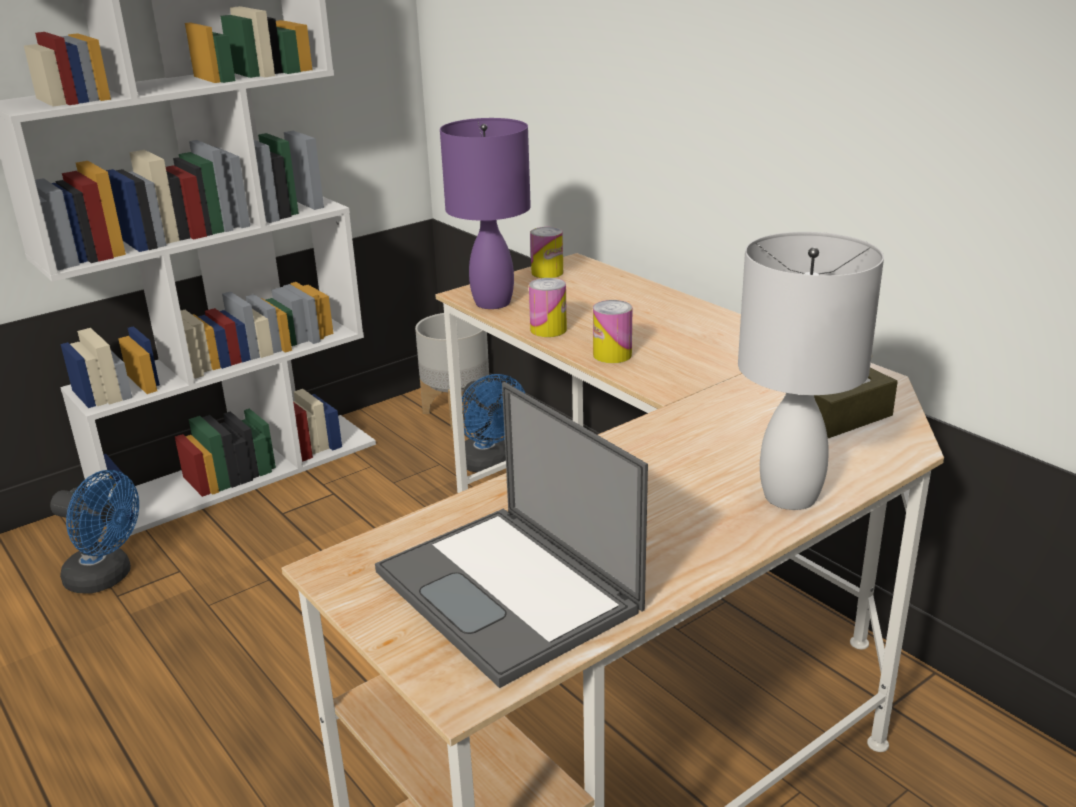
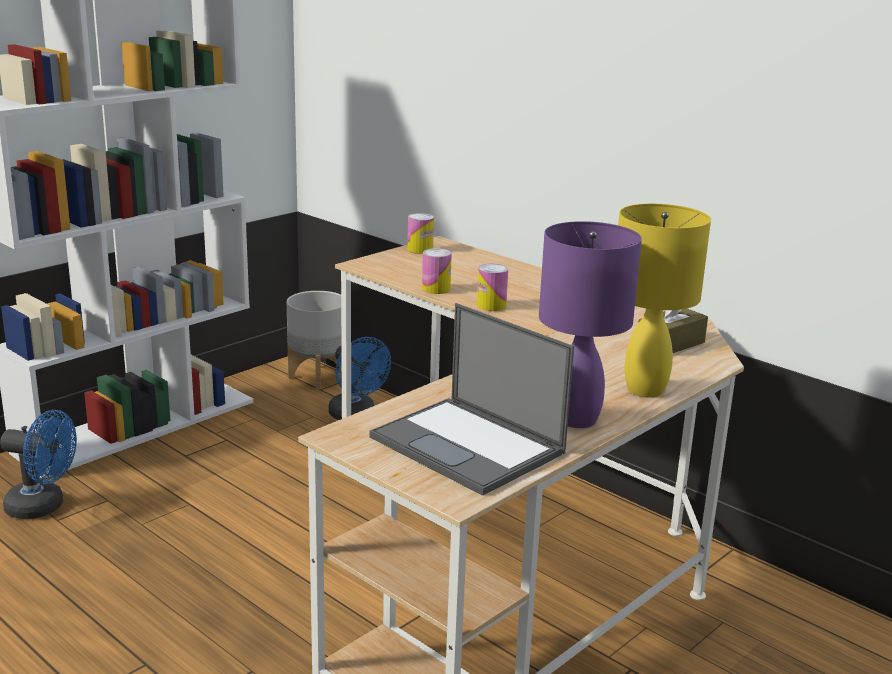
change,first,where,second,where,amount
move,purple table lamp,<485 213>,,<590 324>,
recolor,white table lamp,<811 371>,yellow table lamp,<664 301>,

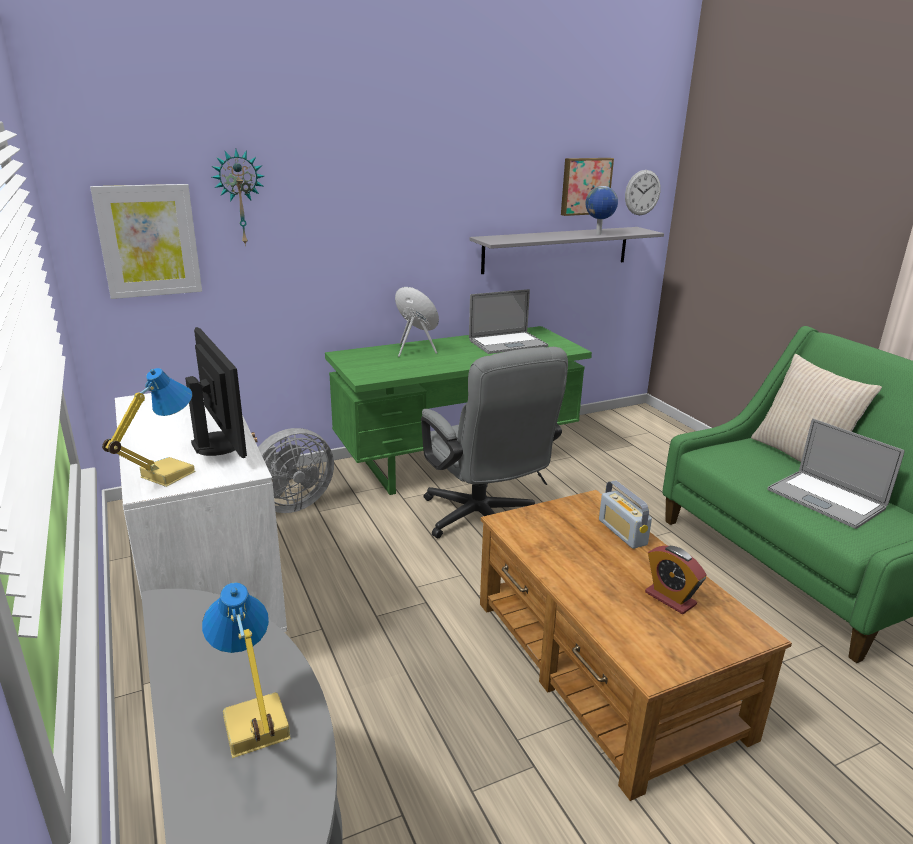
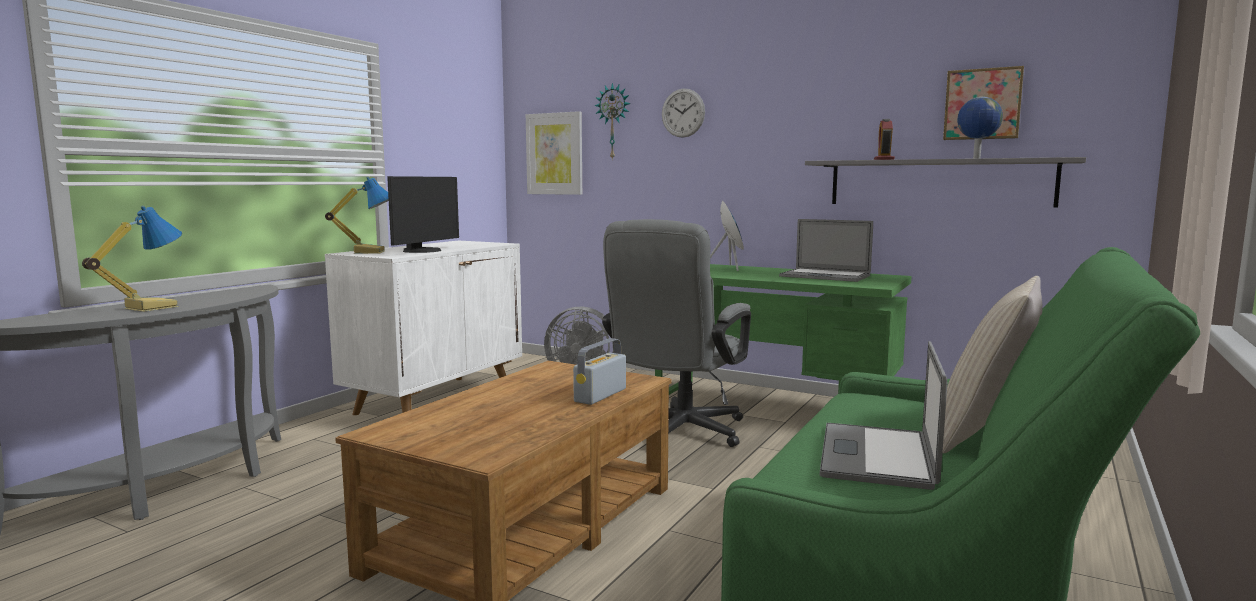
change,first,where,second,where,amount
move,wall clock,<643 192>,,<683 113>,
move,alarm clock,<676 580>,,<884 139>,

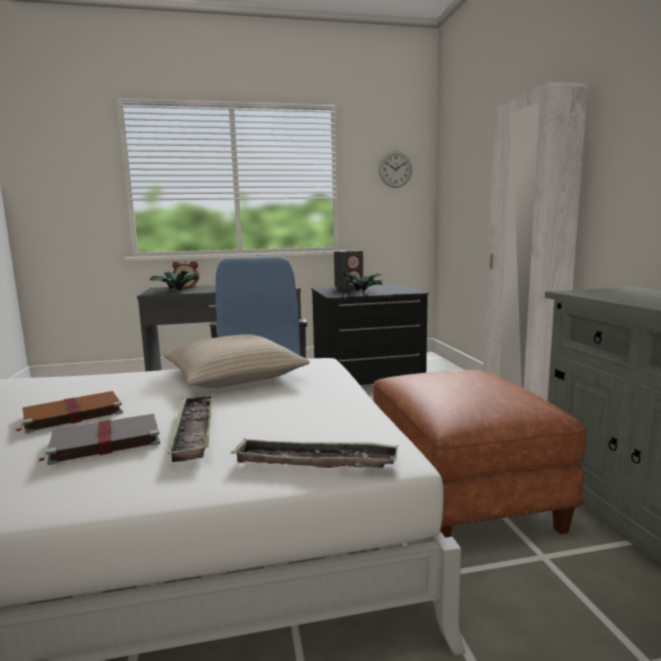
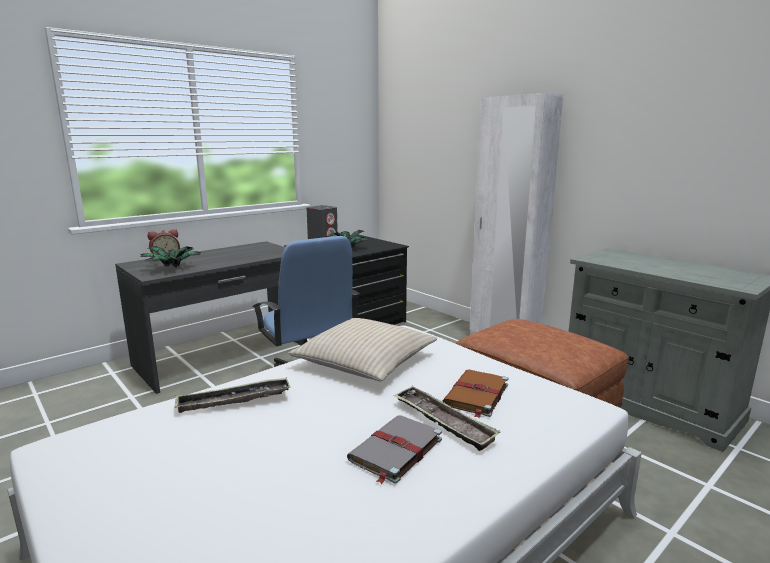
change,first,where,second,where,amount
delete,wall clock,<395 169>,,,
move,brown book,<69 412>,,<475 394>,
move,tray,<314 453>,,<232 395>,

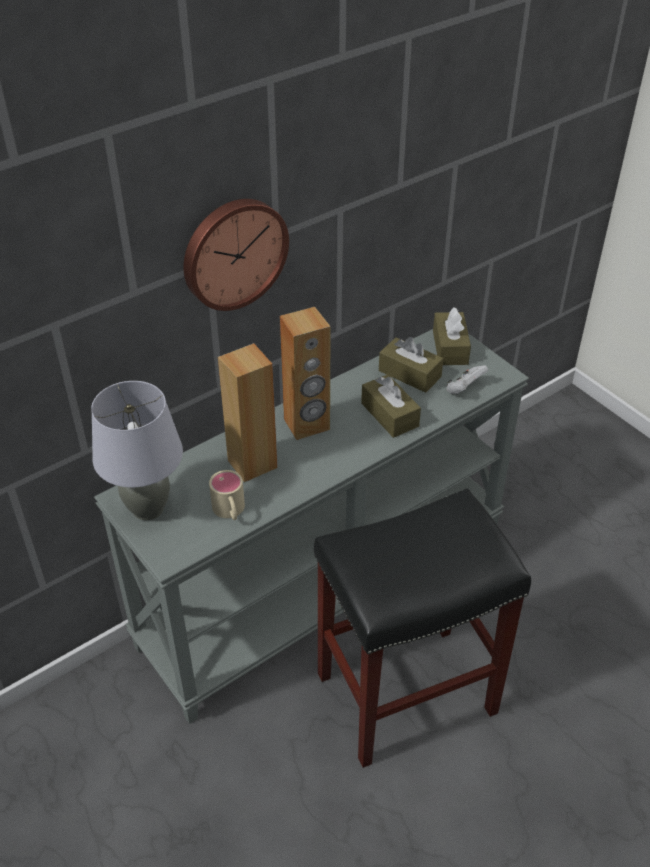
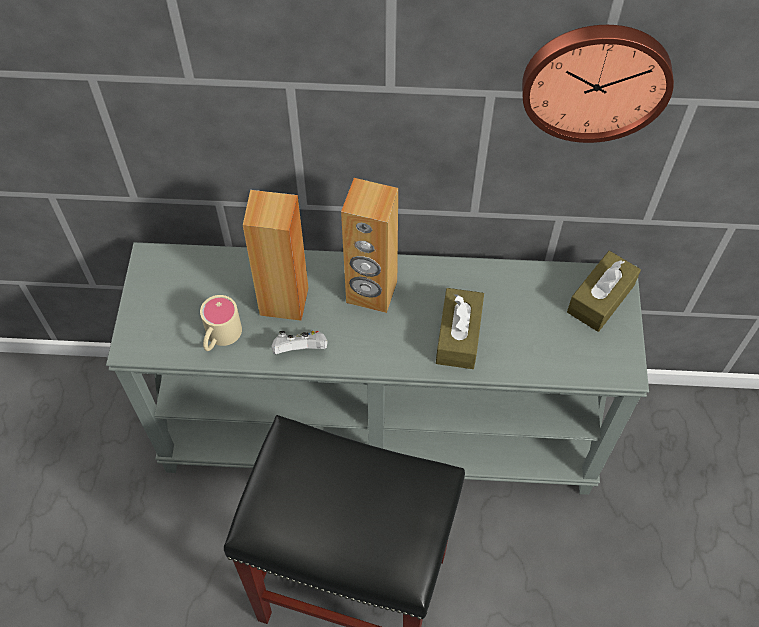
change,first,where,second,where,amount
move,wall clock,<236 255>,,<598 84>,
delete,brown tissue box,<411 365>,,,
move,white game controller,<467 379>,,<299 342>,
delete,grey table lamp,<137 450>,,,

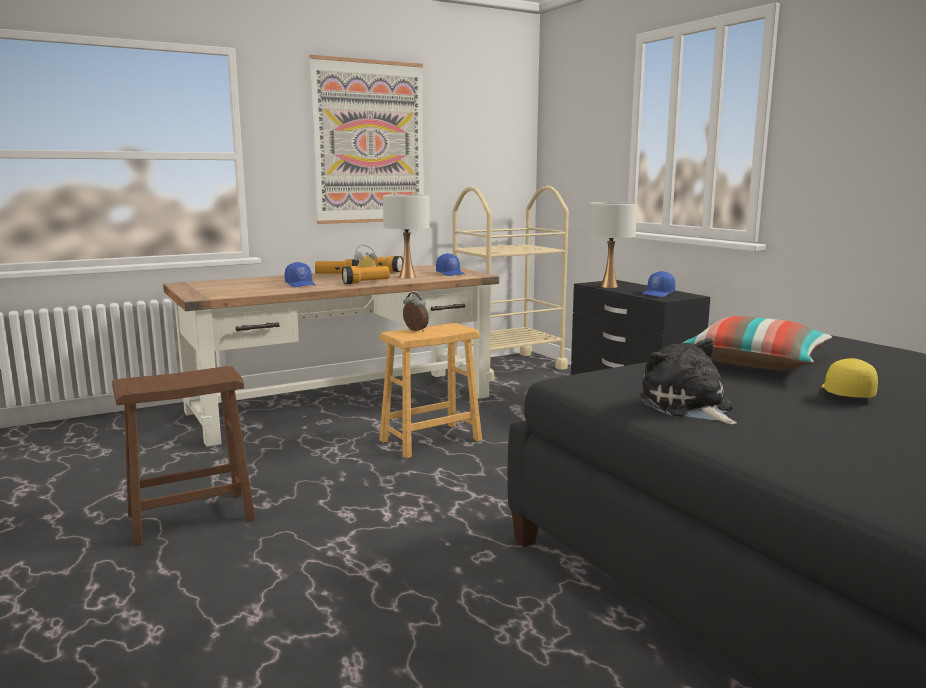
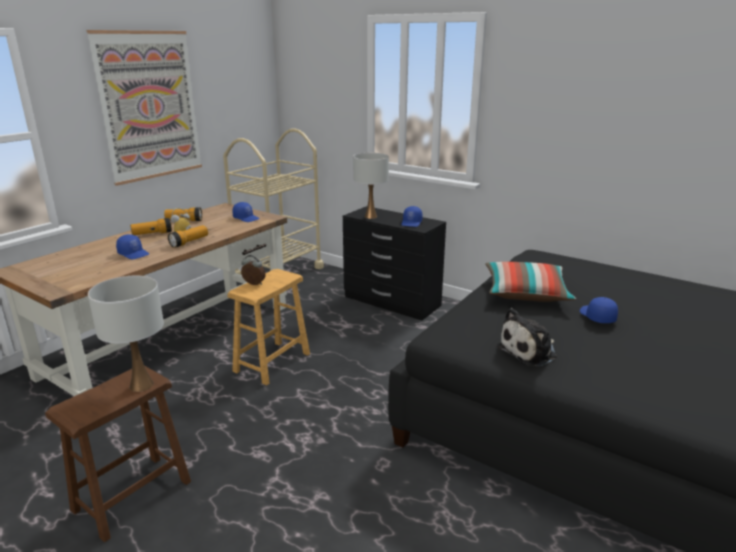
change,first,where,second,where,amount
move,white table lamp,<406 236>,,<126 334>,
rotate,plush toy,<688 381>,,<526 337>,75 degrees counterclockwise
recolor,yellow cap,<850 378>,blue cap,<599 310>,

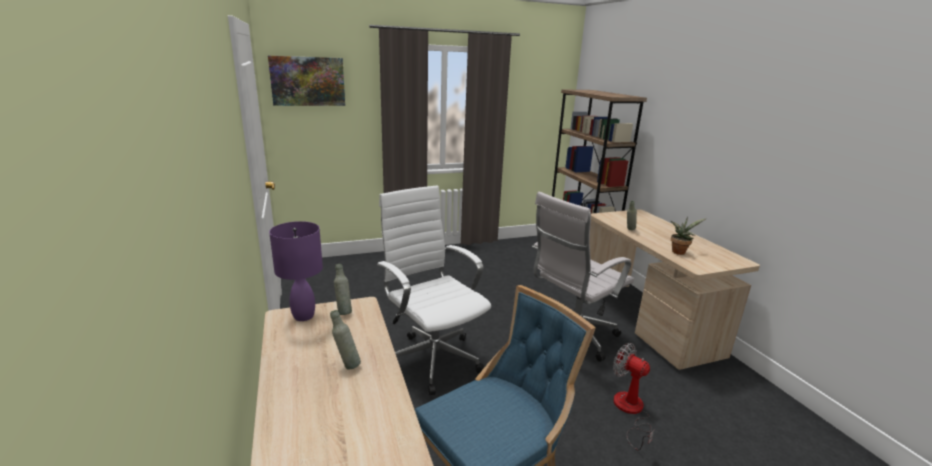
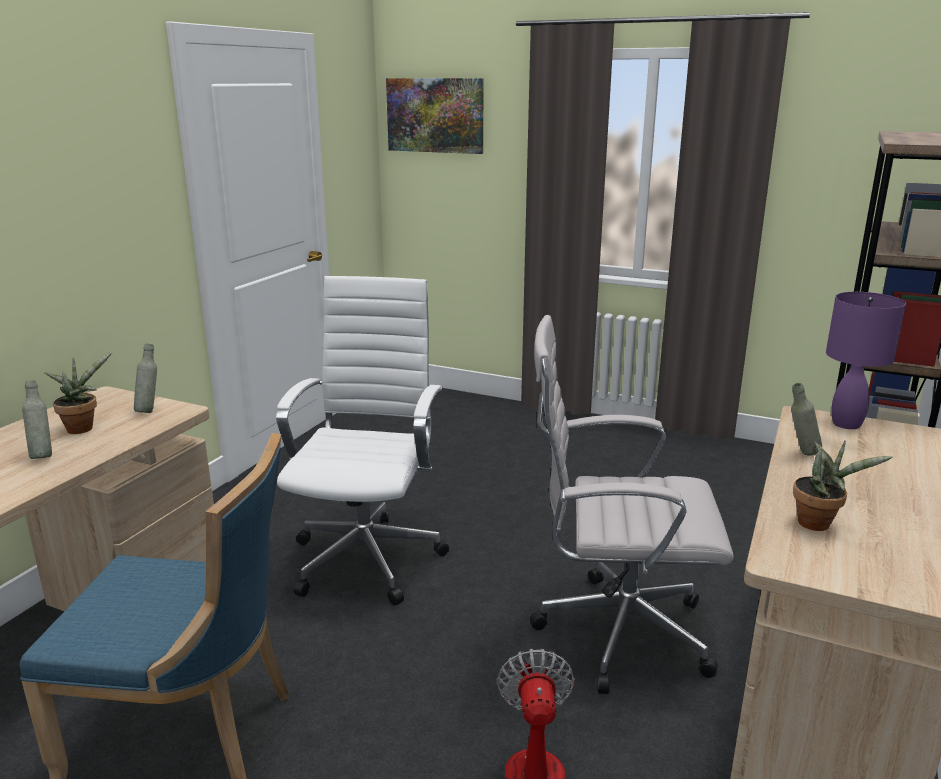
change,first,where,second,where,amount
move,purple table lamp,<296 271>,,<866 360>,
insert,,,potted plant,<78 393>,

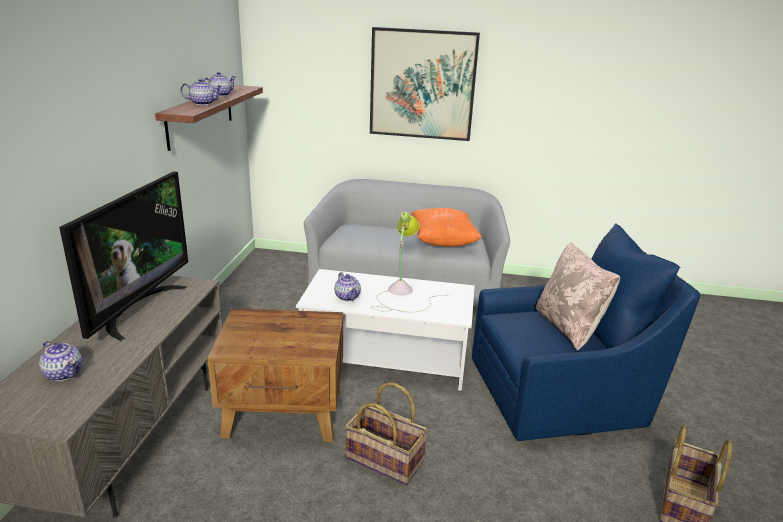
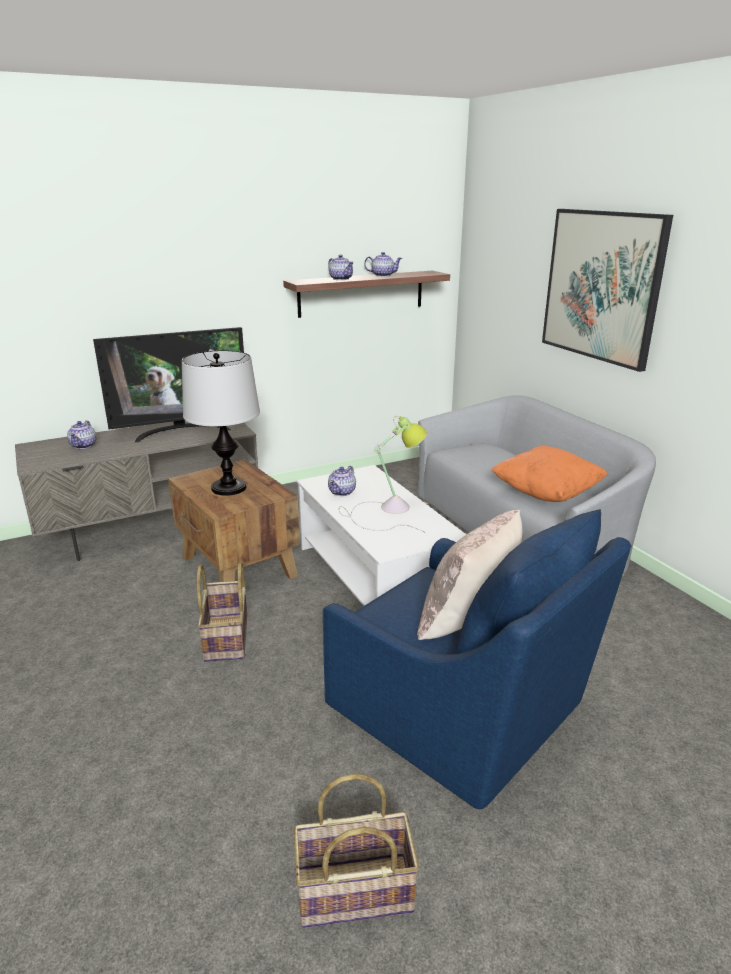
change,first,where,second,where,amount
insert,,,table lamp,<221 423>,

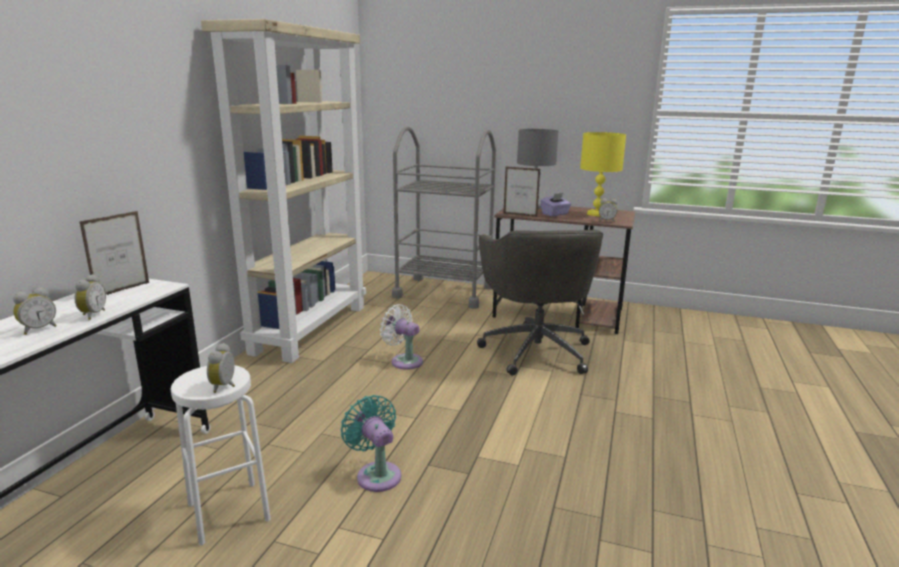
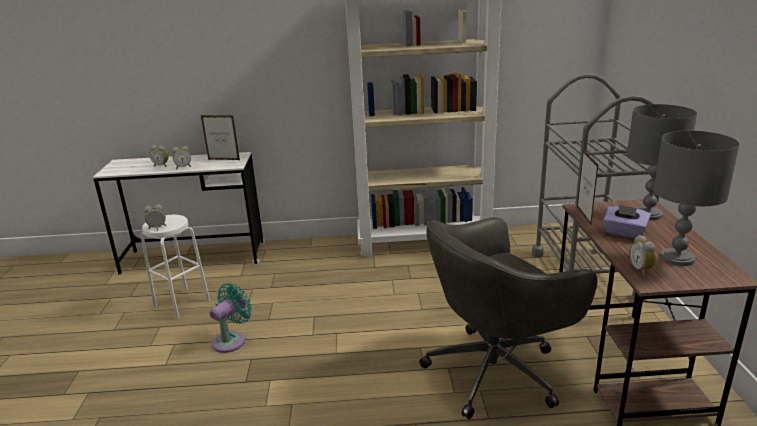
change,first,where,second,where,amount
recolor,yellow table lamp,<603 174>,grey table lamp,<696 198>,
delete,white fan,<401 337>,,,

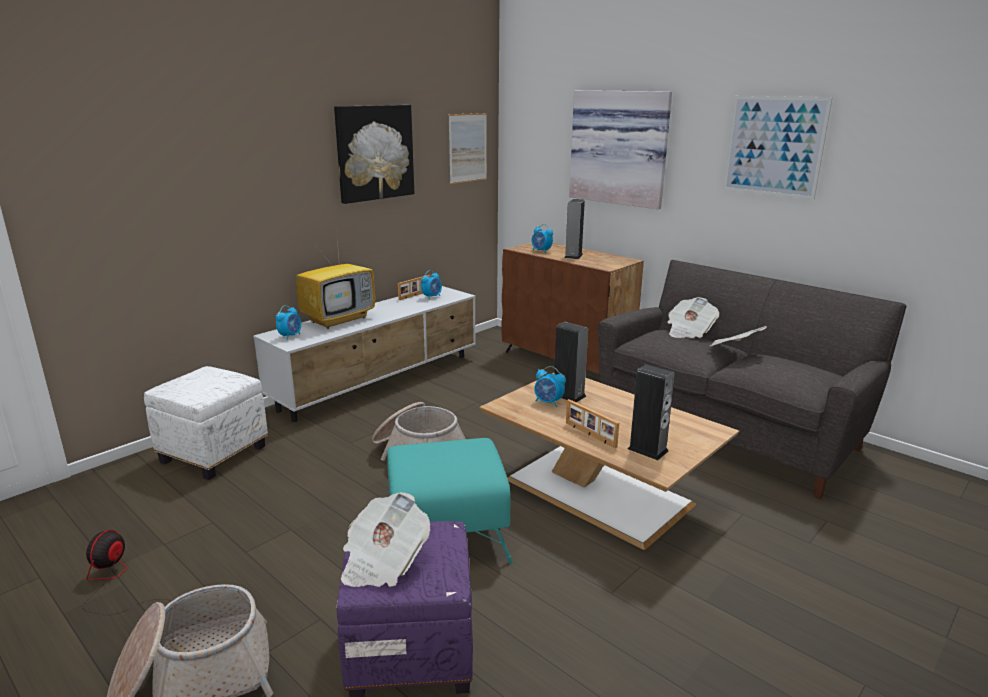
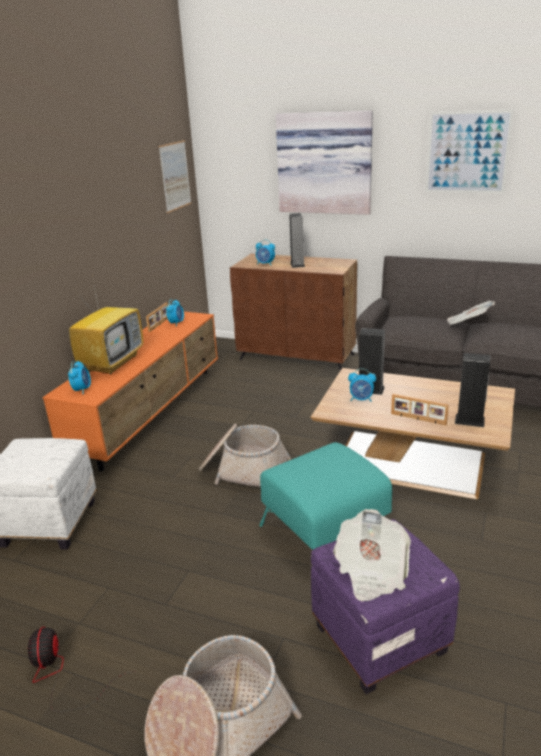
change,first,where,second,where,amount
delete,picture,<374 154>,,,
recolor,white tv stand,<364 354>,orange tv stand,<130 391>,
delete,newspaper,<693 317>,,,

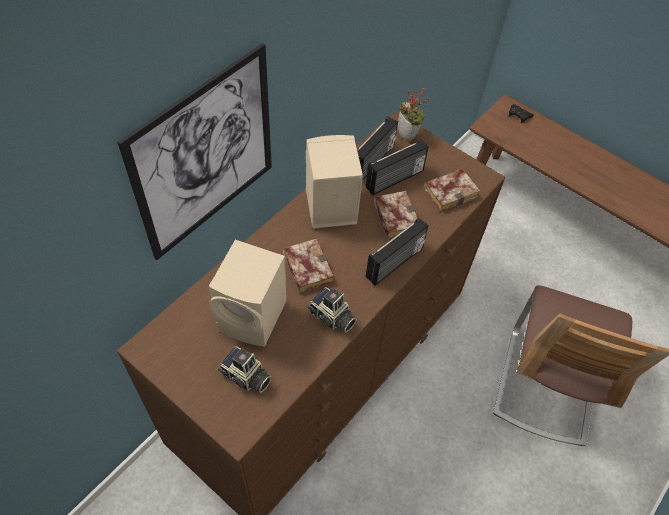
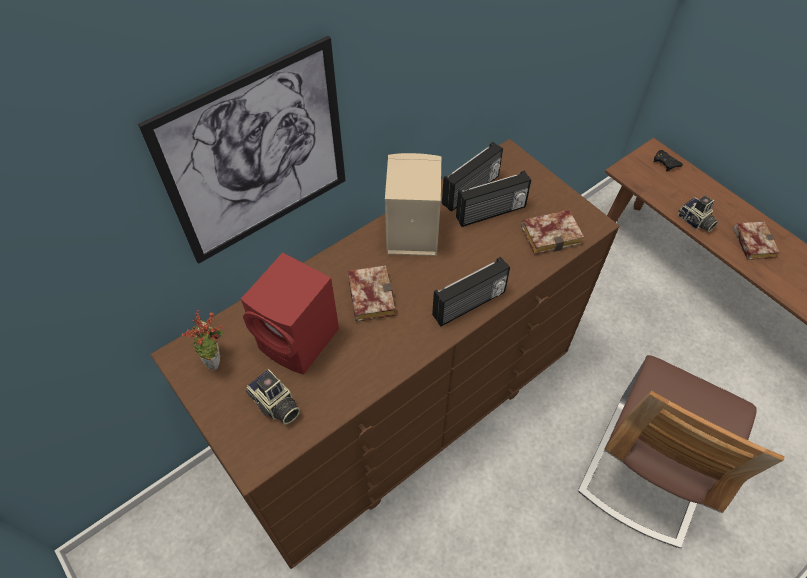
change,first,where,second,where,amount
move,potted plant,<413 114>,,<203 340>,
move,book,<396 215>,,<756 240>,
recolor,beige speaker,<247 293>,red speaker,<290 313>,
move,photo camera,<332 310>,,<698 214>,

